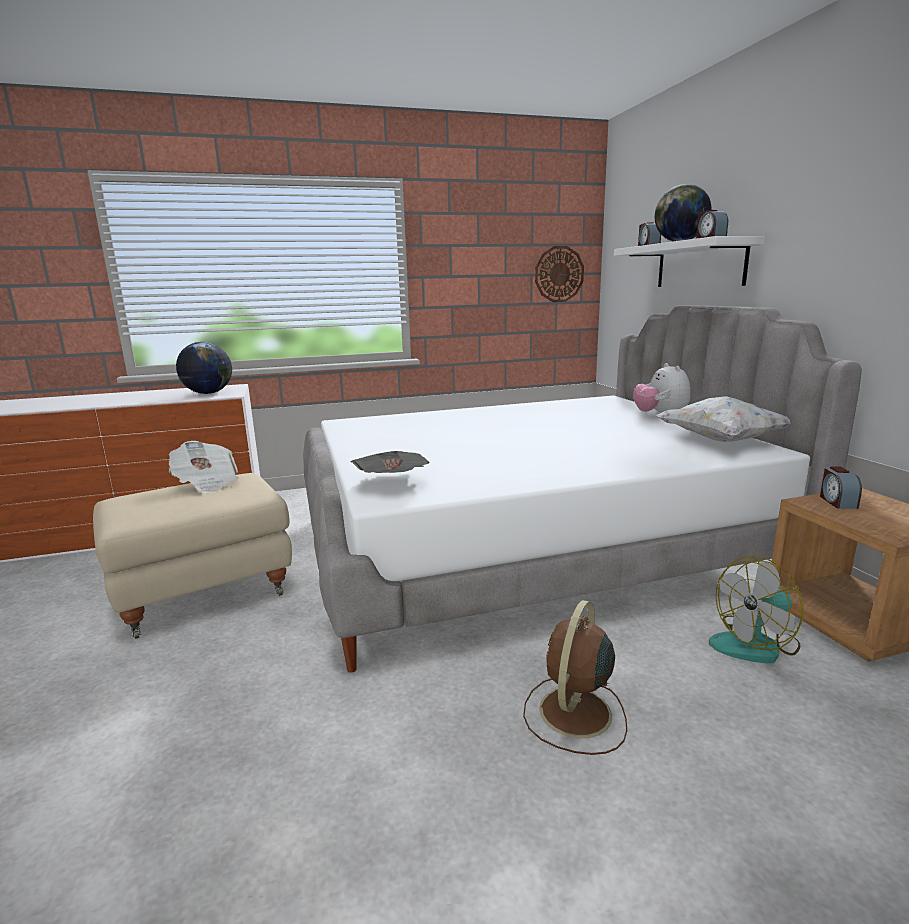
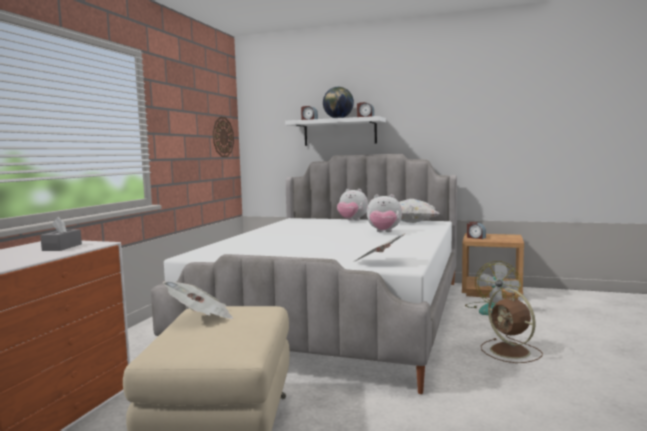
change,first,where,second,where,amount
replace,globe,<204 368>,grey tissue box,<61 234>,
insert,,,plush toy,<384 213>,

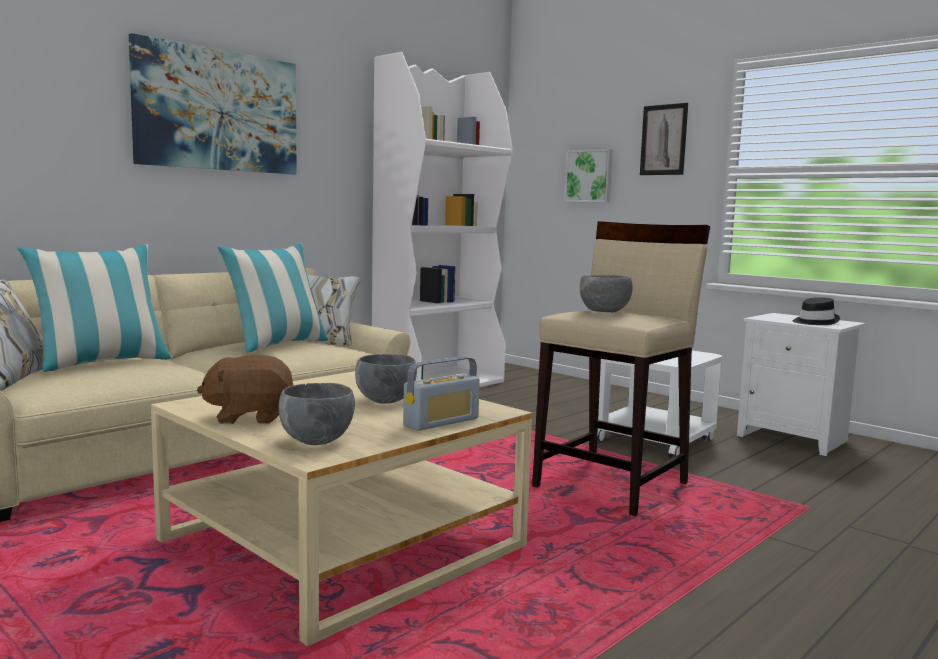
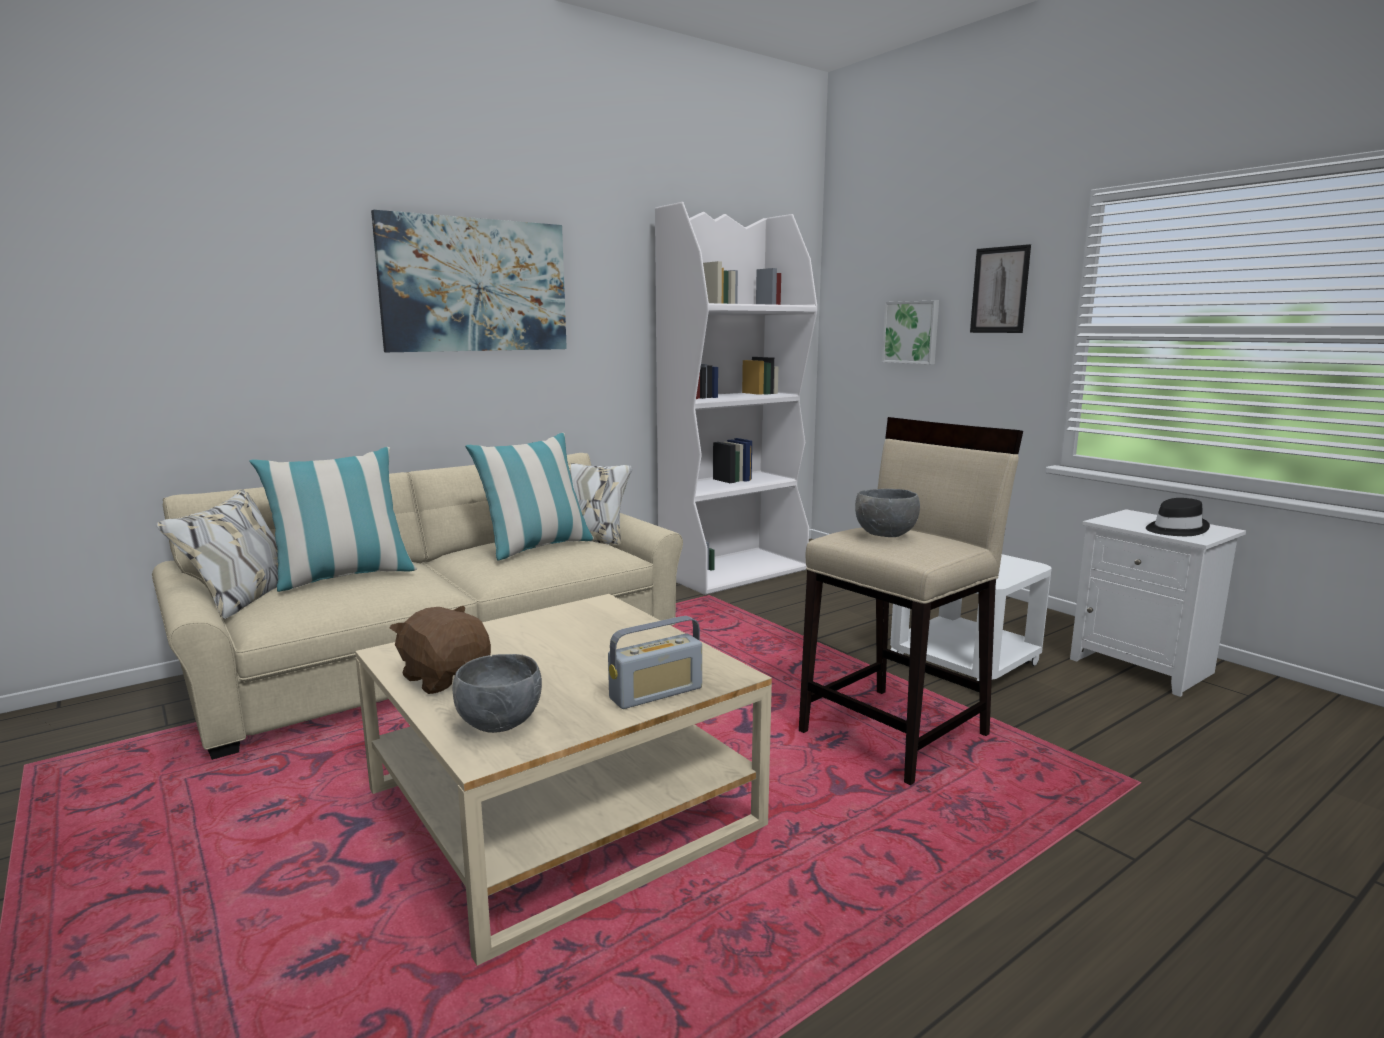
change,first,where,second,where,amount
delete,grey bowl,<386 379>,,,
rotate,brown plush toy,<245 389>,,<440 650>,45 degrees clockwise

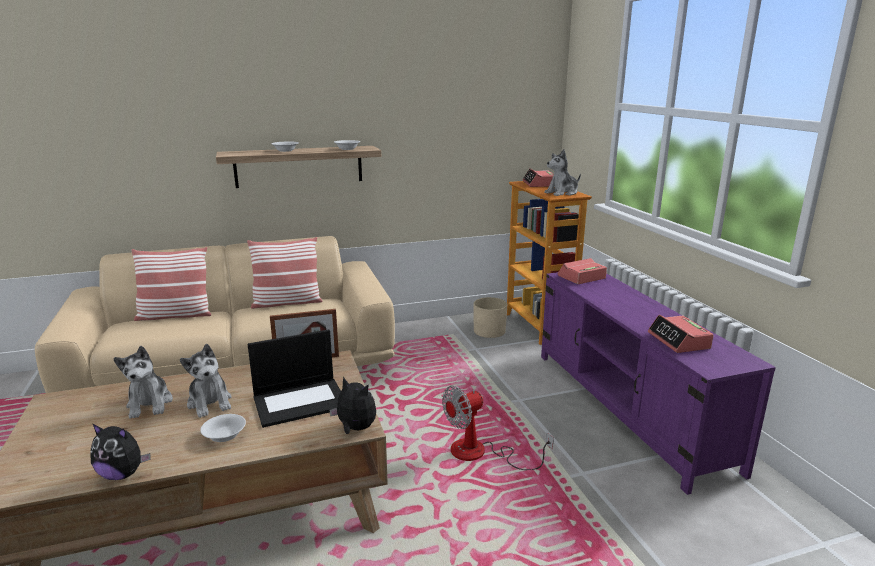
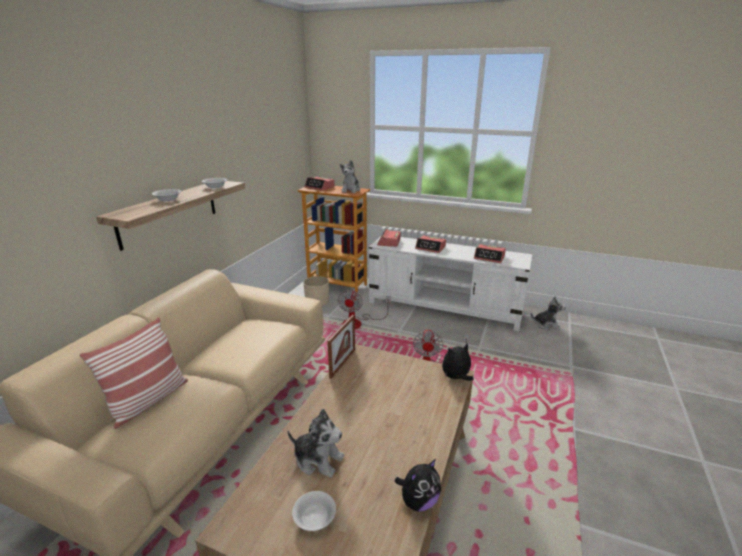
change,first,where,second,where,amount
delete,pillow,<284 273>,,,
recolor,purple tv stand,<658 383>,white tv stand,<450 283>,
delete,laptop,<294 378>,,,
move,plush toy,<206 381>,,<548 313>,
move,white bowl,<223 428>,,<314 511>,
insert,,,alarm clock,<430 244>,
insert,,,fan,<364 309>,

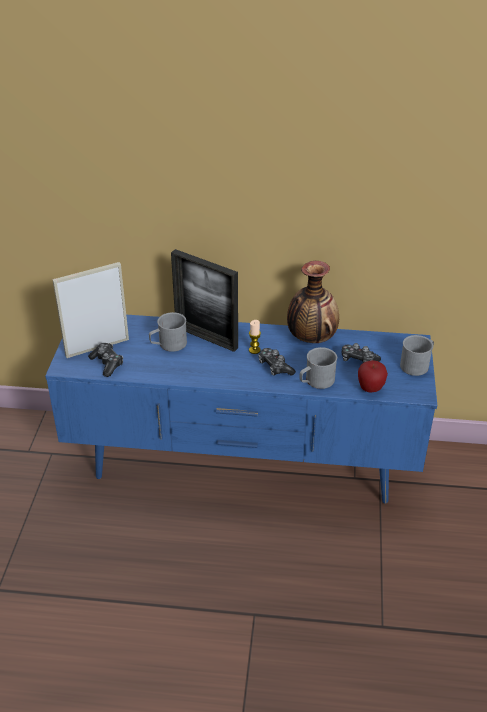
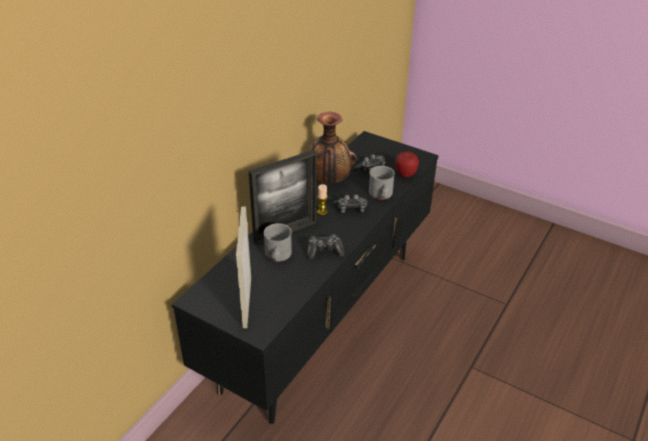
change,first,where,second,where,amount
recolor,blue tv stand,<241 409>,black tv stand,<304 277>,
delete,grey mug,<417 355>,,,
move,game controller,<105 360>,,<326 246>,

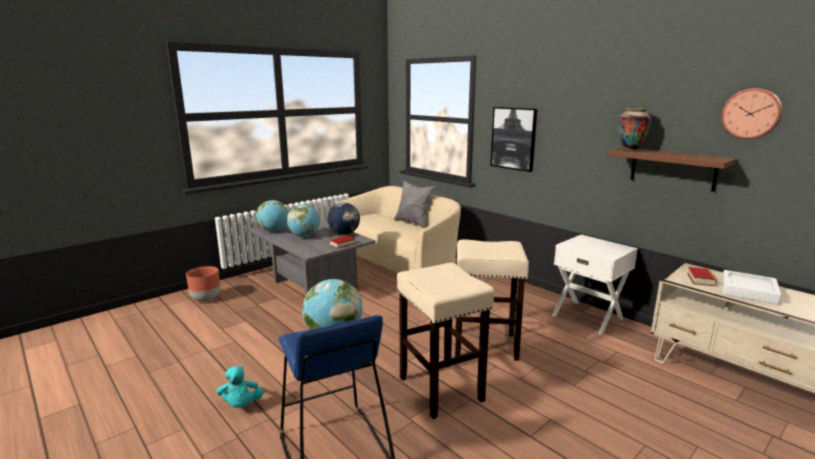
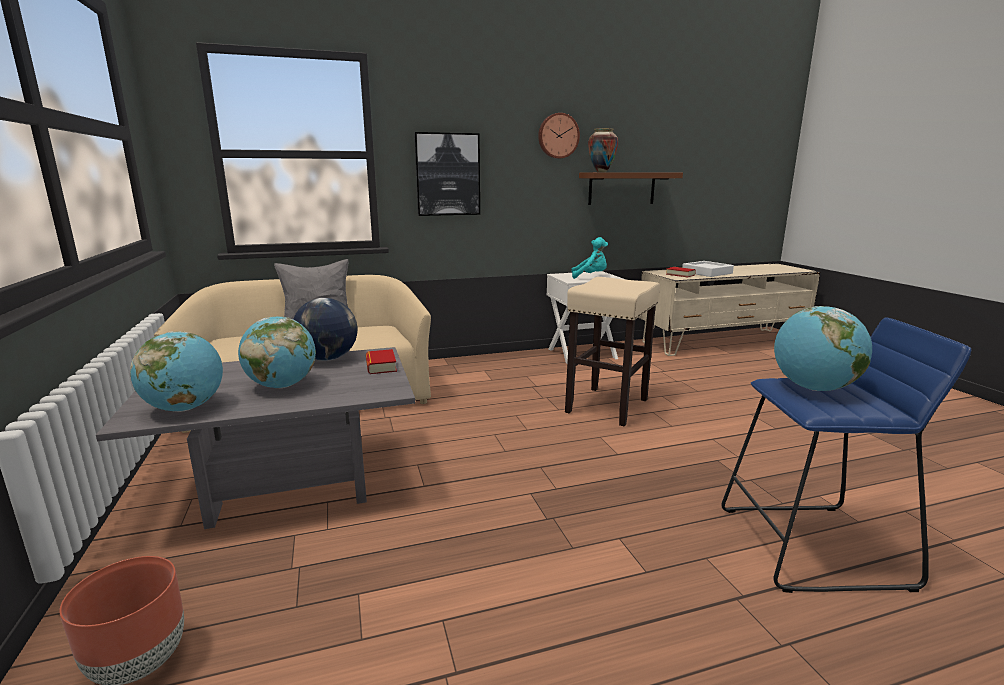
change,first,where,second,where,amount
move,wall clock,<751 113>,,<559 136>,
delete,beige stool,<445 341>,,,
move,turquoise plush toy,<240 387>,,<590 258>,

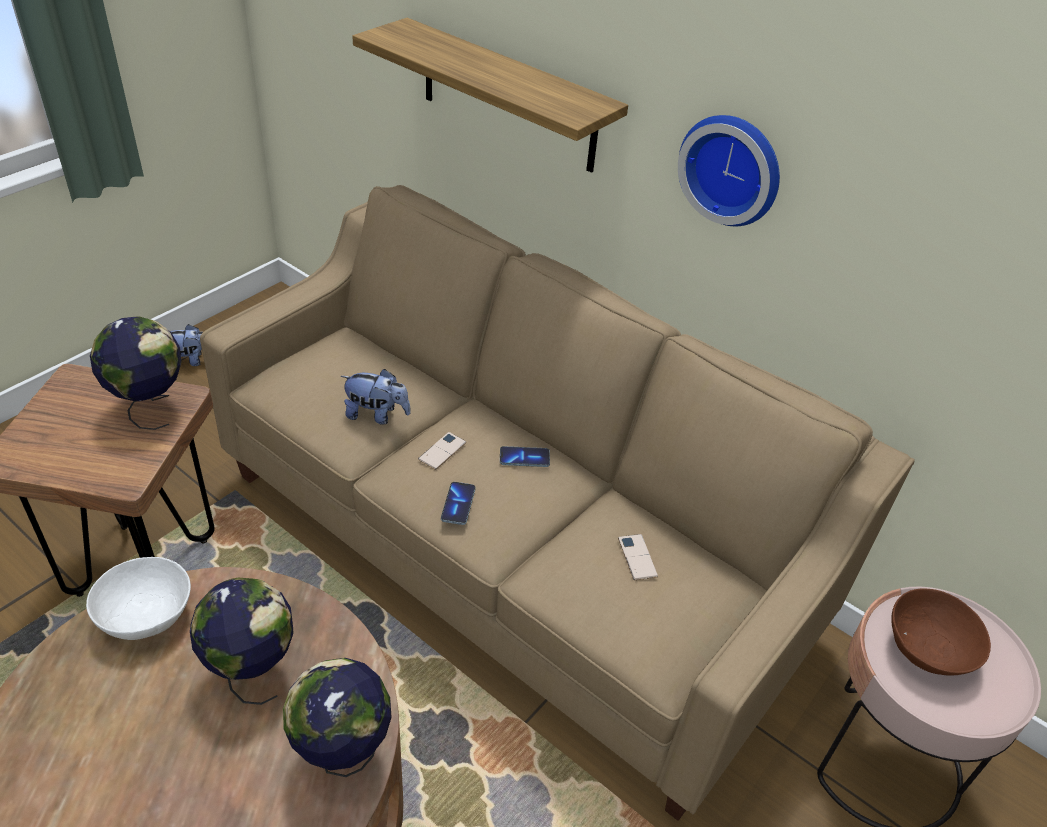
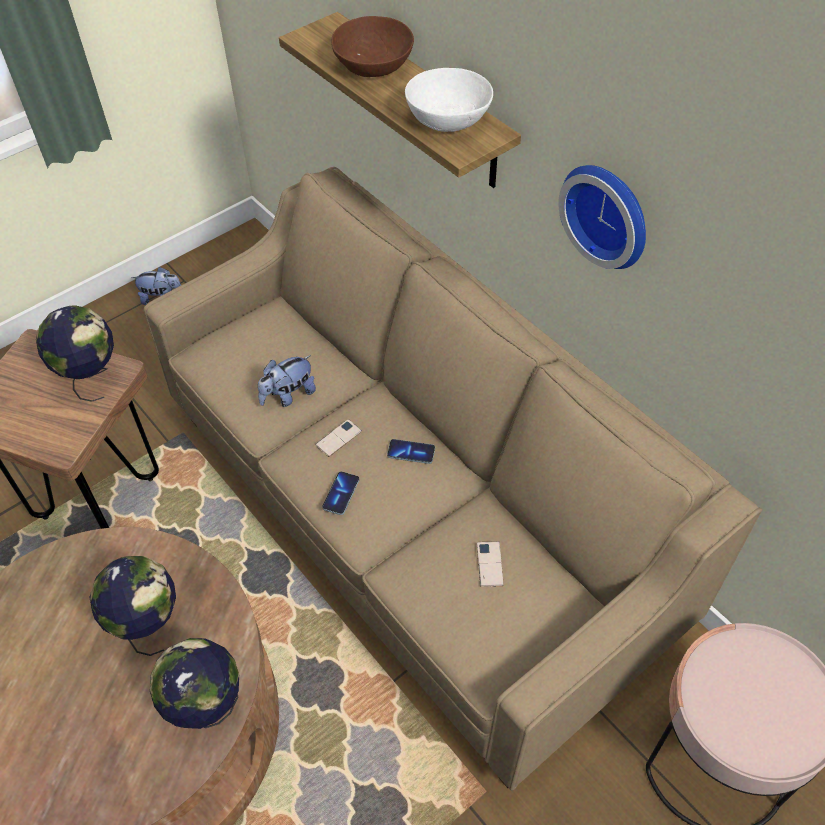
change,first,where,second,where,amount
rotate,plush toy,<376 396>,,<287 381>,120 degrees clockwise
move,white bowl,<138 598>,,<449 100>,
move,brown bowl,<941 632>,,<372 46>,

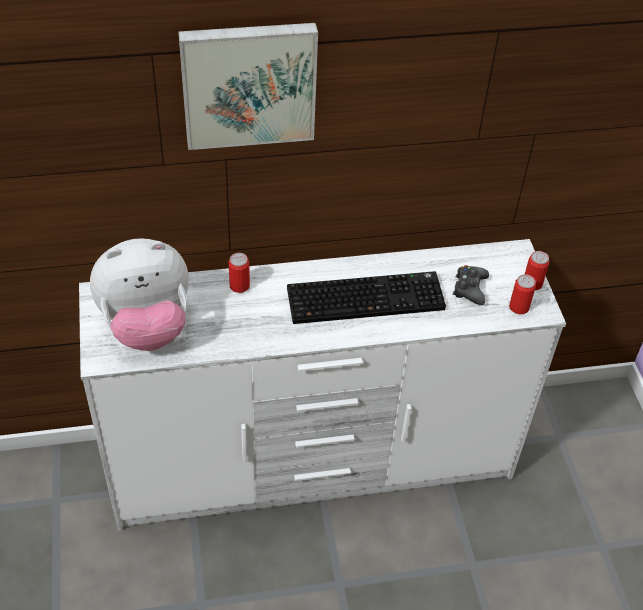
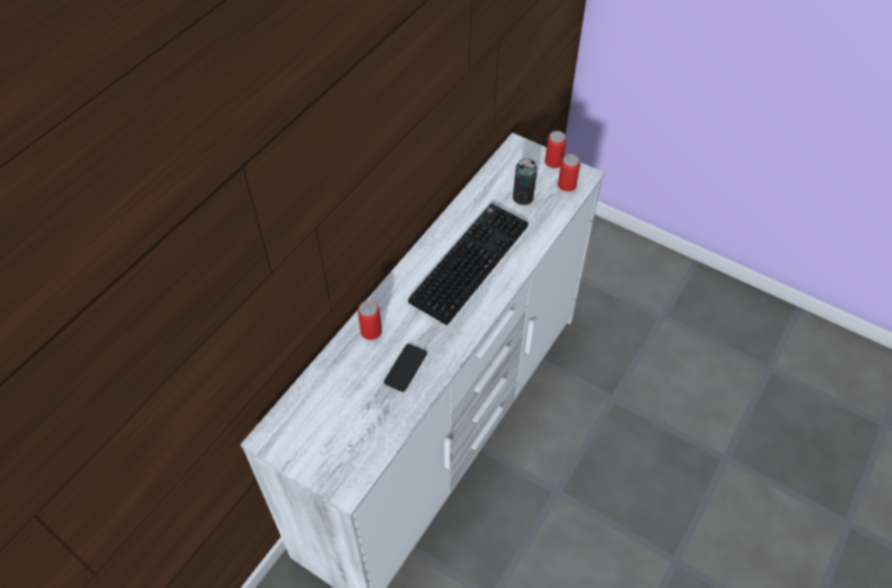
change,first,where,second,where,amount
delete,picture,<248 86>,,,
delete,plush toy,<139 294>,,,
replace,black game controller,<471 285>,can,<525 181>,
insert,,,phone,<405 368>,

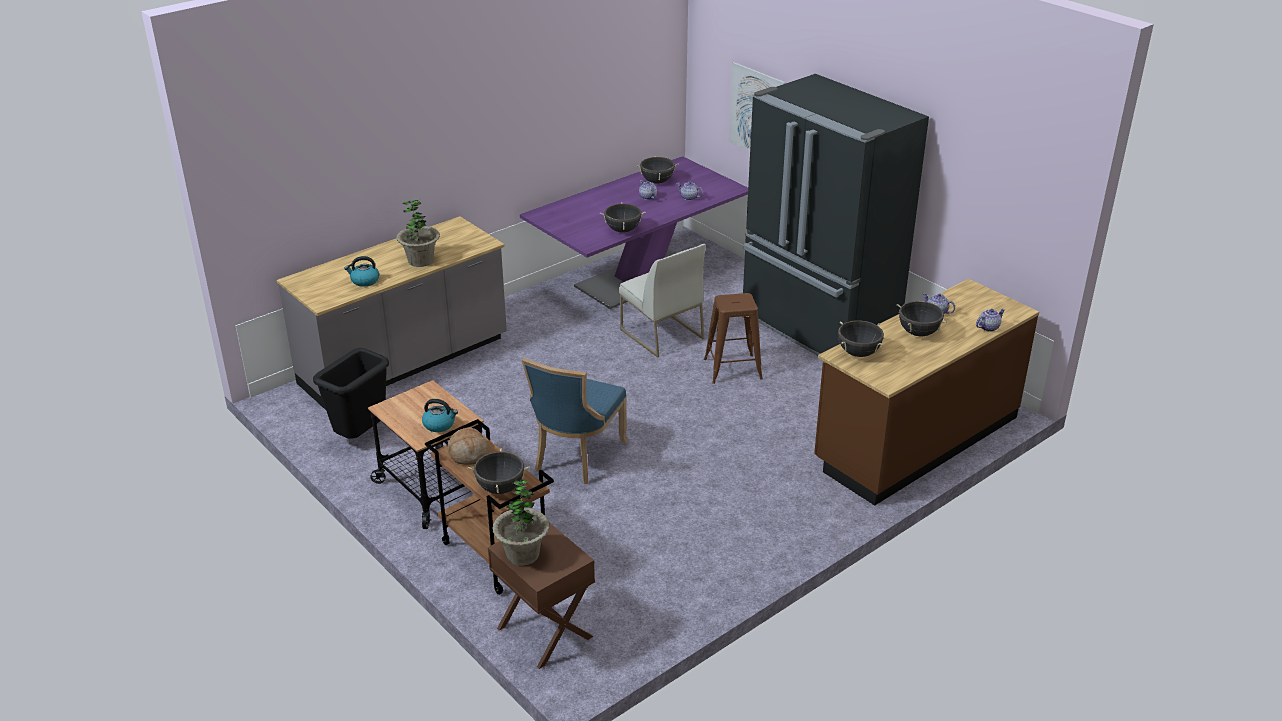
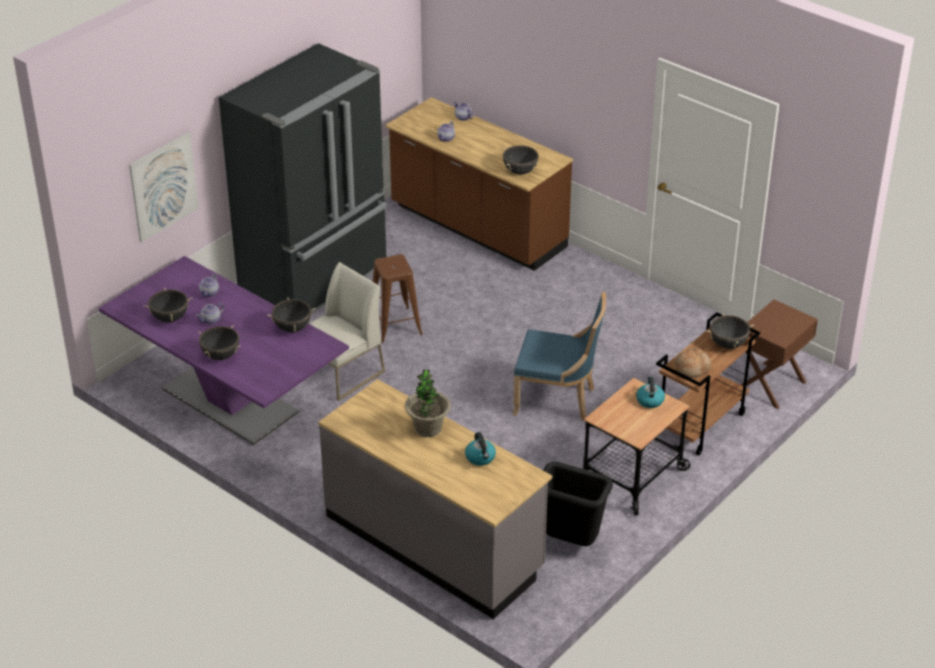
change,first,where,second,where,amount
move,black cooking pot,<922 318>,,<219 342>,
delete,potted plant,<521 523>,,,

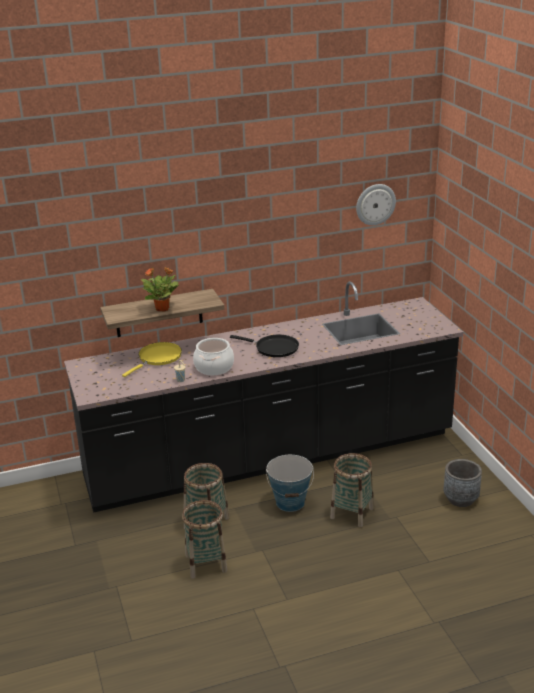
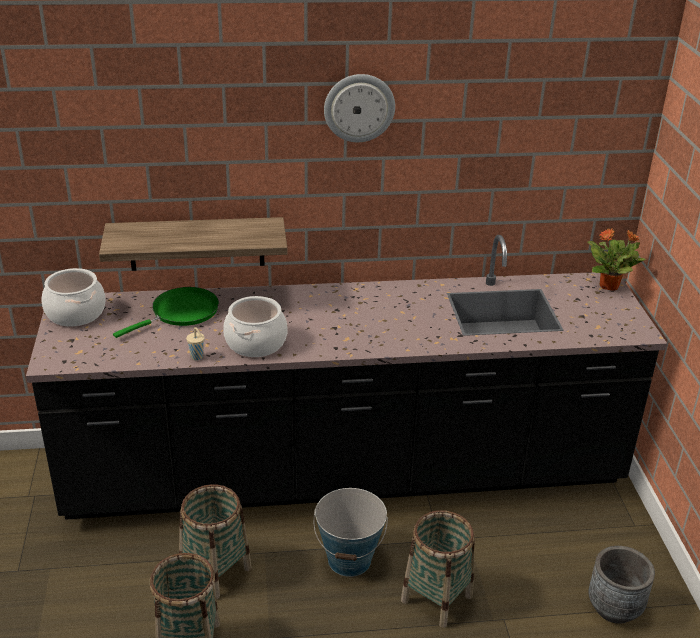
change,first,where,second,where,amount
move,wall clock,<376 204>,,<359 108>,
move,potted plant,<160 289>,,<616 259>,
delete,black frying pan,<264 345>,,,
recolor,yellow frying pan,<152 359>,green frying pan,<166 312>,
insert,,,cooking pot,<73 297>,

